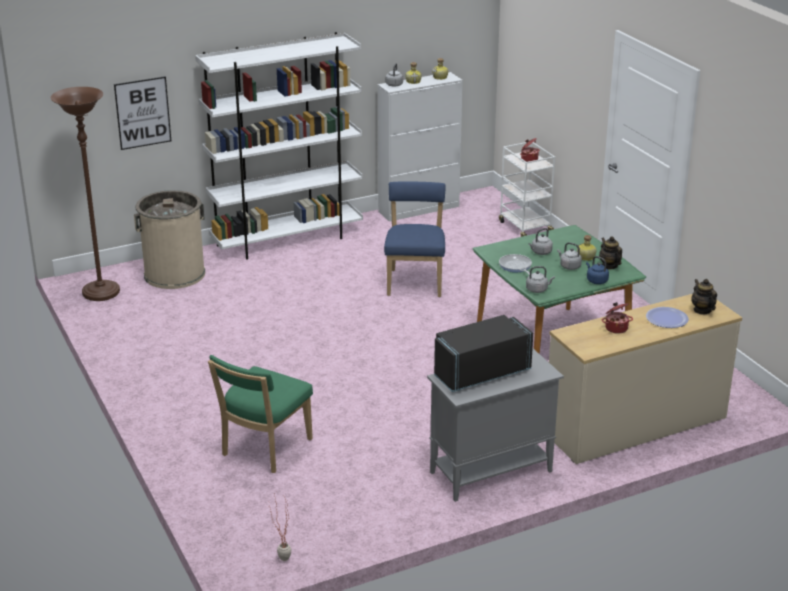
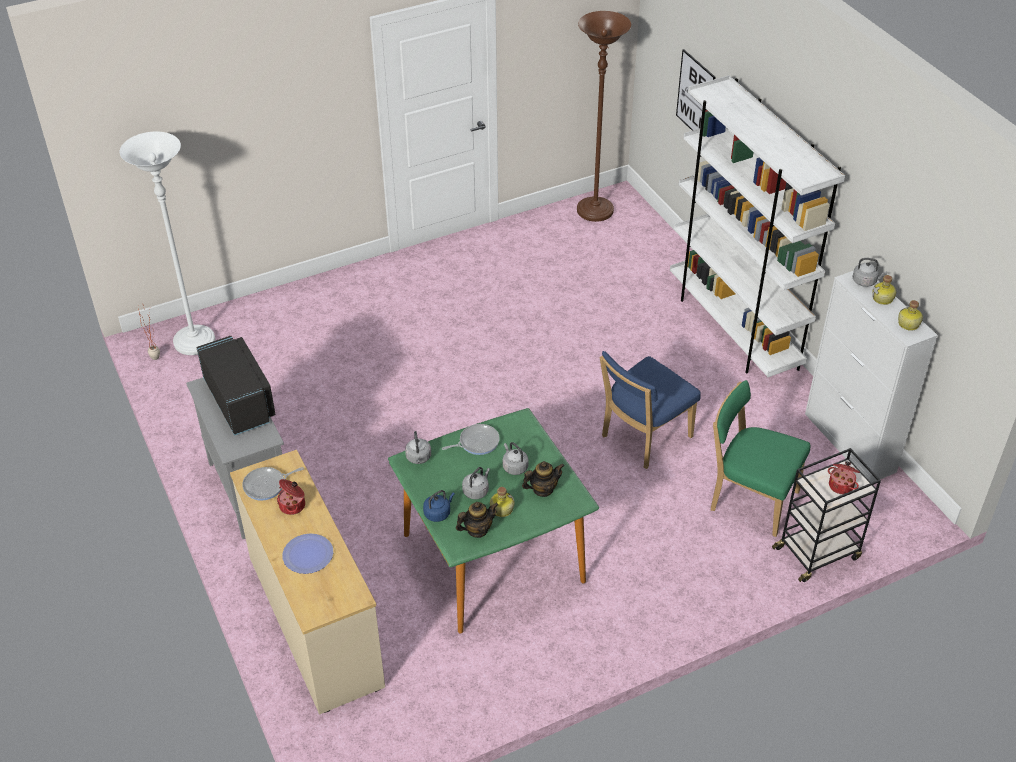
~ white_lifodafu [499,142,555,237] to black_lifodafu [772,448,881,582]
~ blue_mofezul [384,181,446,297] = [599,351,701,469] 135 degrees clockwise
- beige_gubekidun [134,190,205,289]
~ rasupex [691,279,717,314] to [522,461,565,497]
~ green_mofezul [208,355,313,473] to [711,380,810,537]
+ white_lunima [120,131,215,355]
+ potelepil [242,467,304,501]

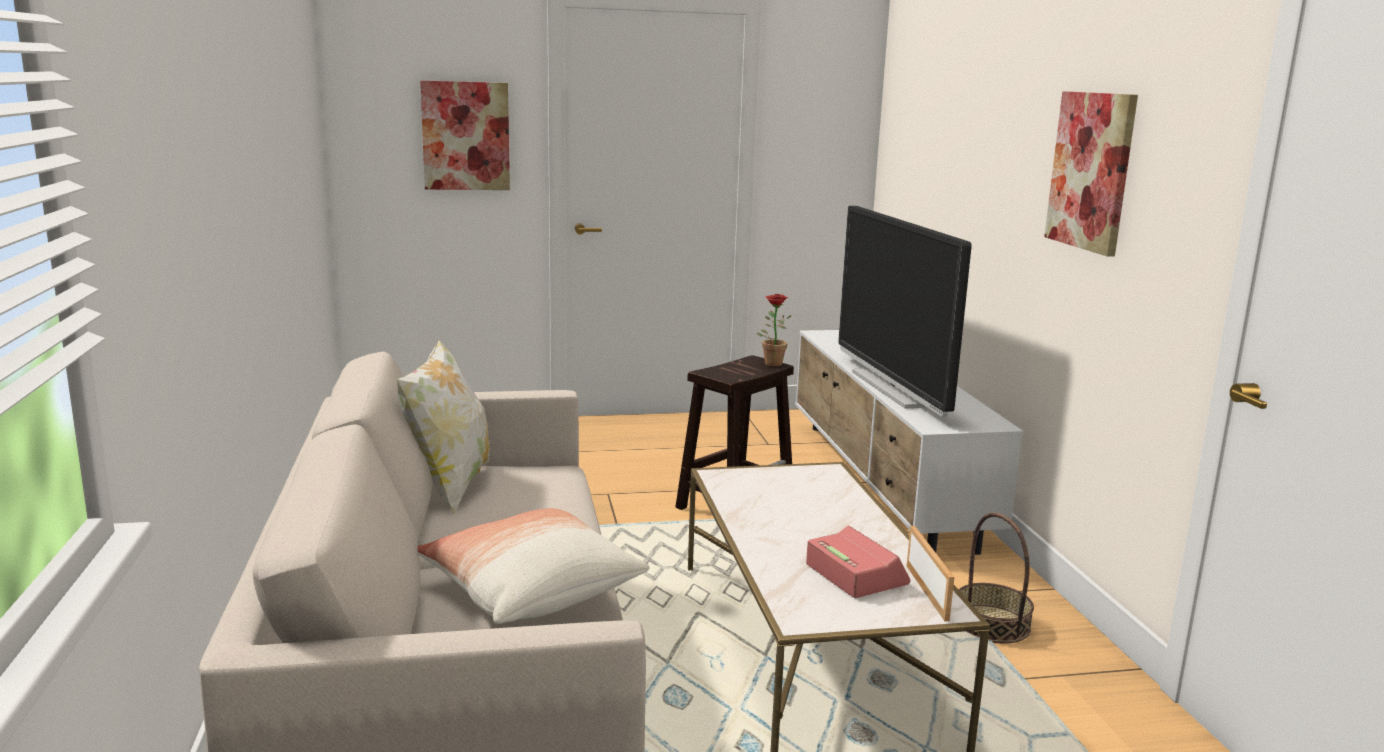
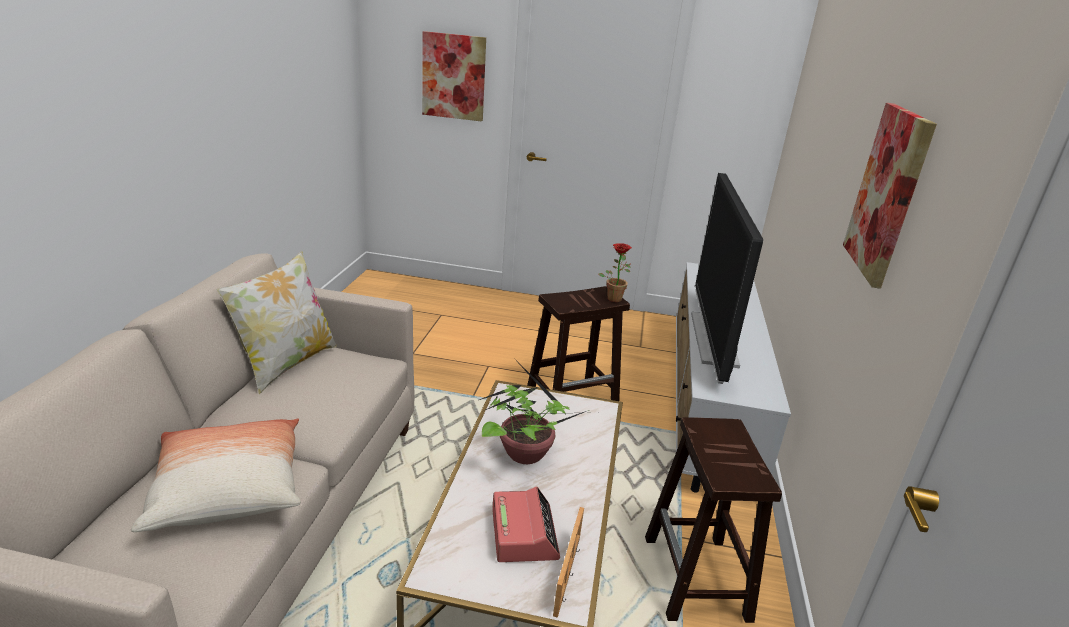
~ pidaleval [959,513,1034,643] to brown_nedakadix [645,417,782,623]
+ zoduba [479,361,595,464]

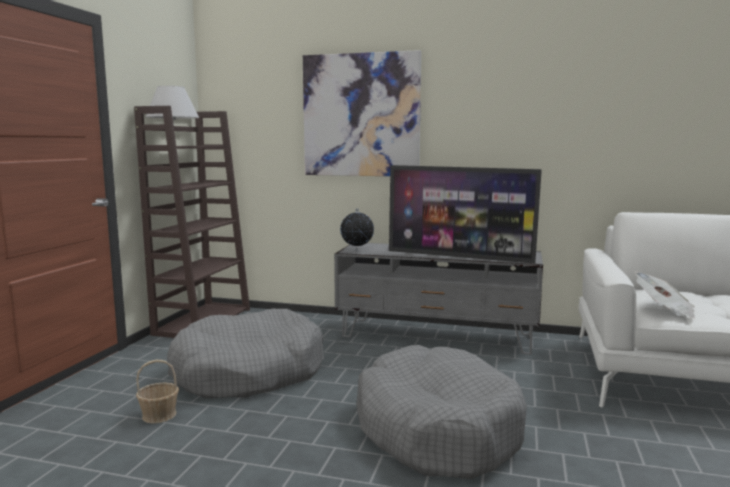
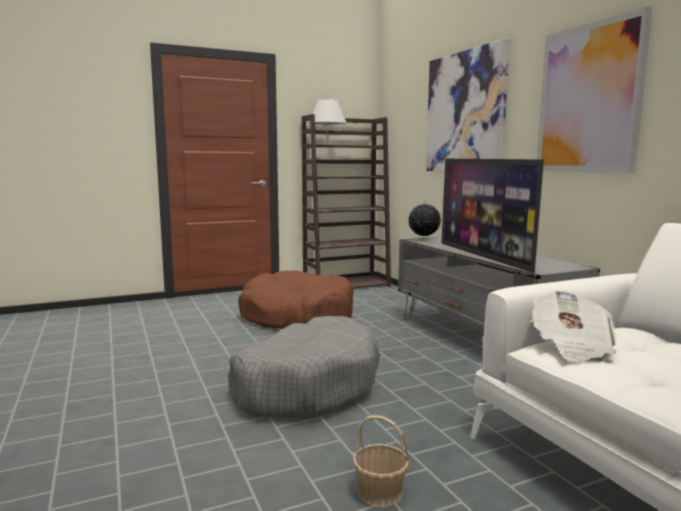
~ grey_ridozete [167,308,324,398] to brown_ridozete [238,270,354,329]
~ pidaleval [136,360,179,424] to [353,415,409,507]
+ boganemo [537,6,653,173]

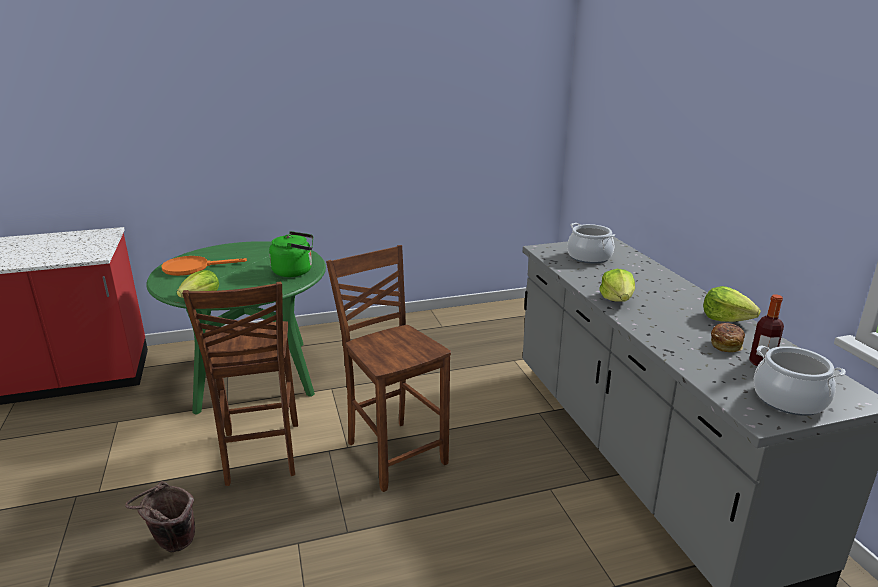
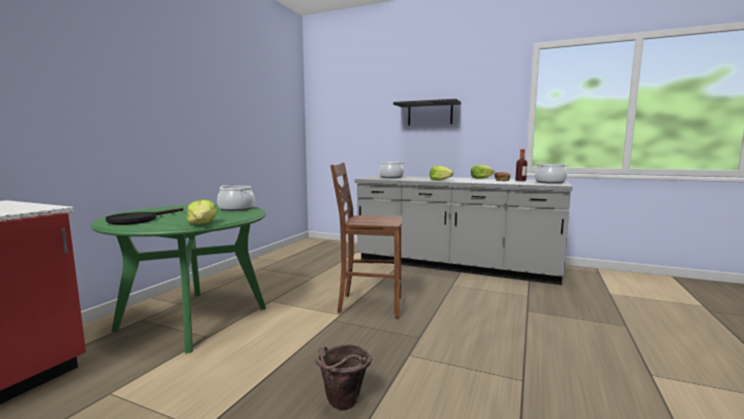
~ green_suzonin [269,231,313,277] to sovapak [217,185,255,211]
~ orange_potelepil [161,256,247,276] to black_potelepil [105,208,184,225]
- brown_mofezul [182,282,298,486]
+ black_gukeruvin [393,99,461,125]

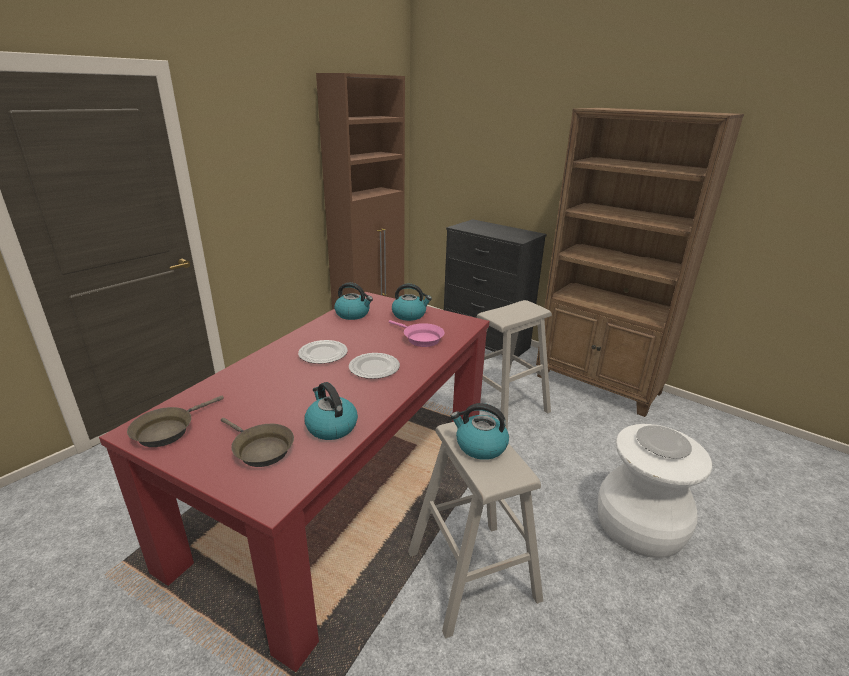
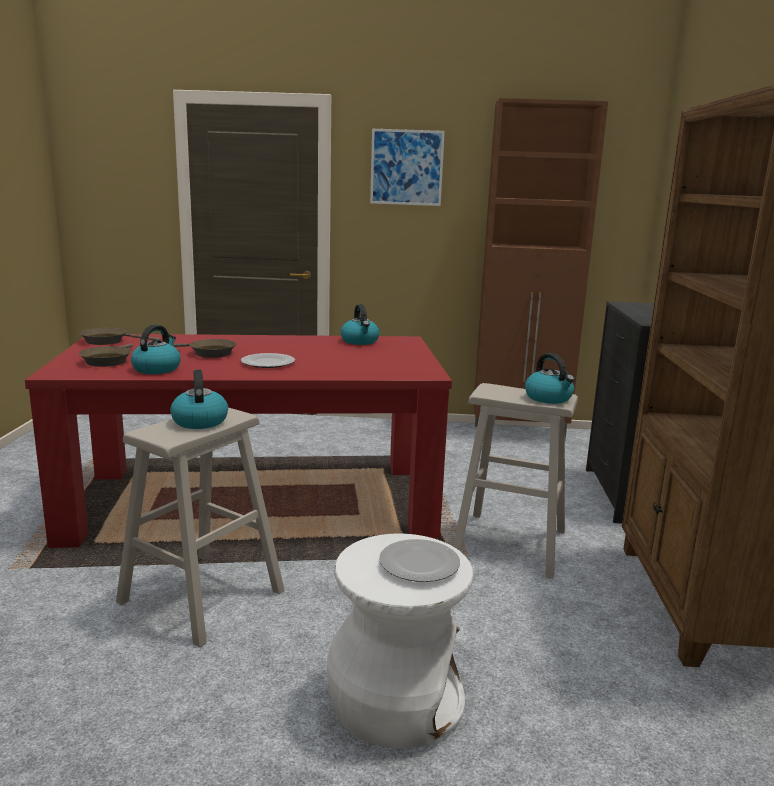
~ suzonin [392,284,432,321] to [525,353,574,404]
- pink_potelepil [389,320,445,347]
- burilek [298,340,348,364]
+ boganemo [370,129,445,206]
+ brown_potelepil [173,339,237,358]

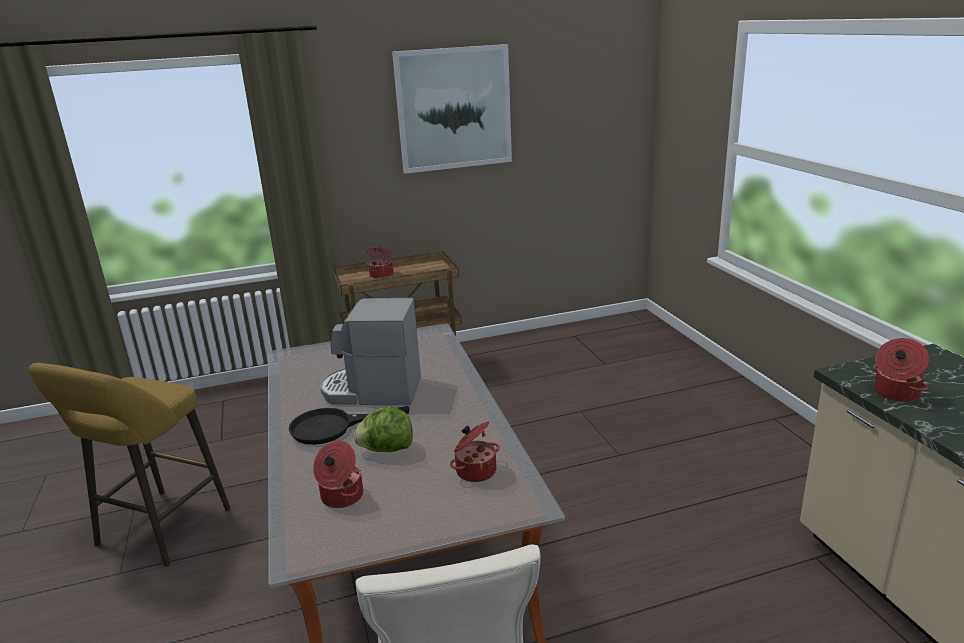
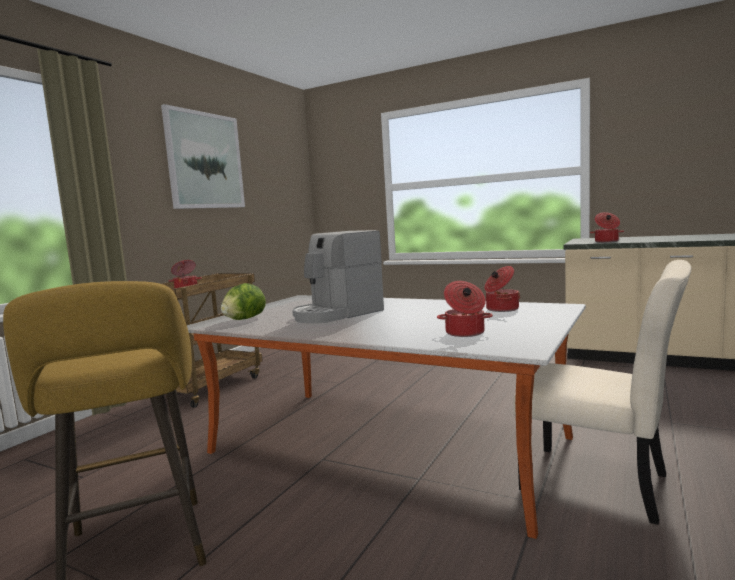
- black_potelepil [289,406,410,445]
~ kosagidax [354,407,413,452] to [221,283,266,320]

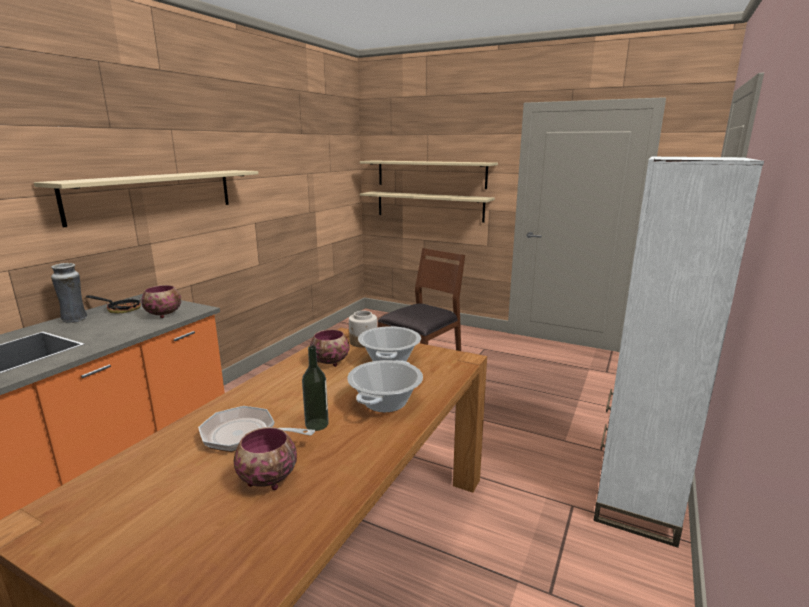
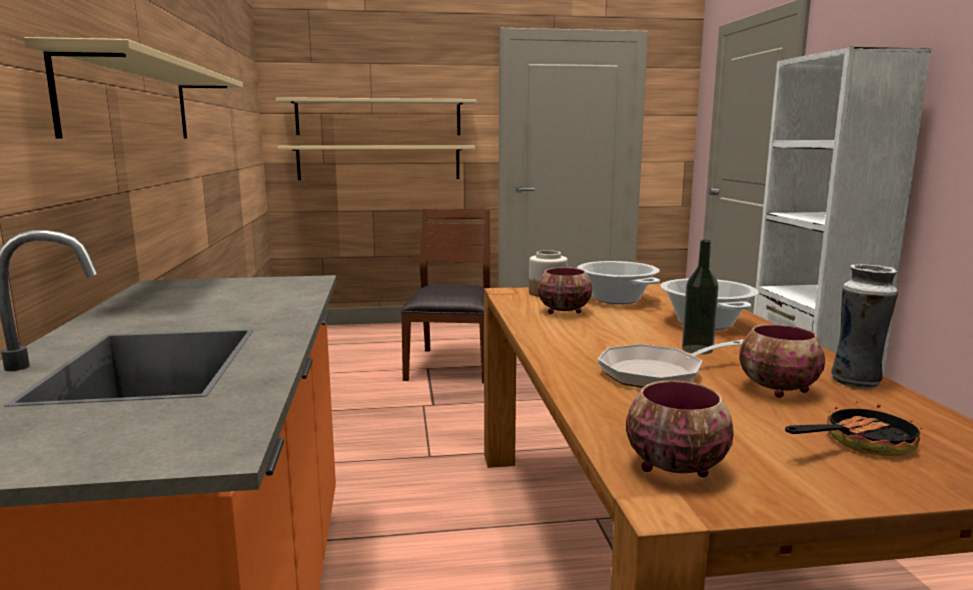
~ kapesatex [51,263,87,323] to [831,264,898,389]
~ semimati [141,285,182,318] to [626,380,734,477]
~ potelepil [86,295,141,314] to [785,395,922,456]

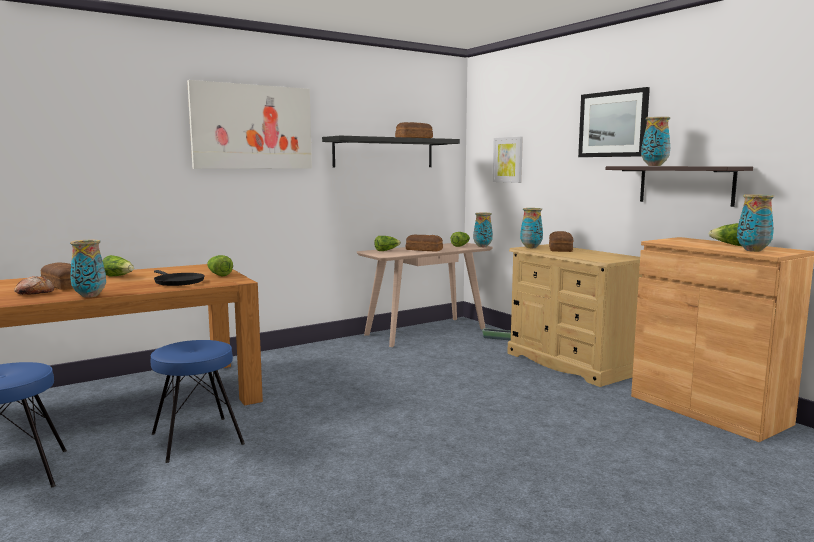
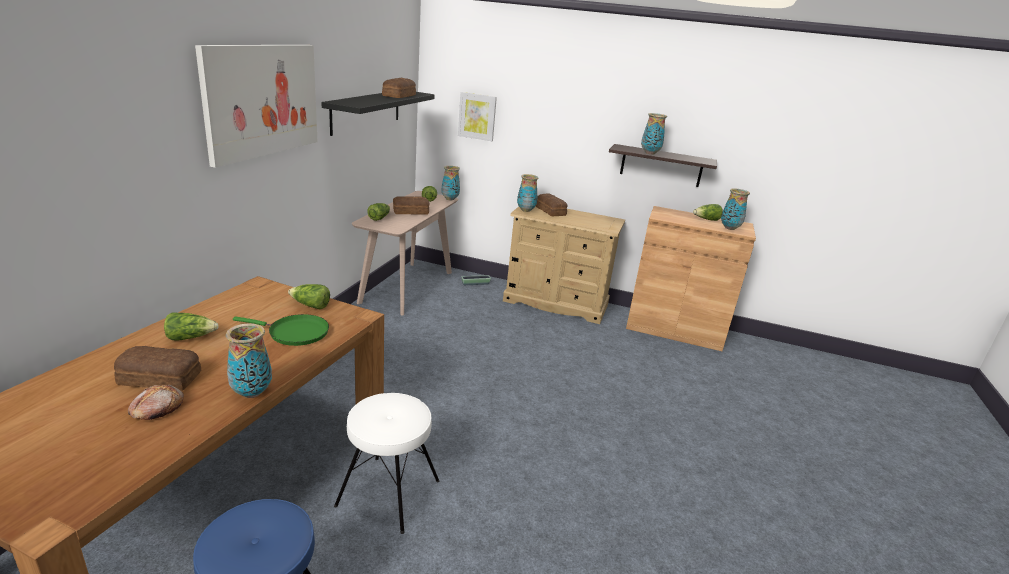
- boganemo [578,87,650,157]
~ black_potelepil [154,270,205,286] to green_potelepil [233,314,329,346]
~ blue_nedakadix [151,340,245,463] to white_nedakadix [334,393,439,534]

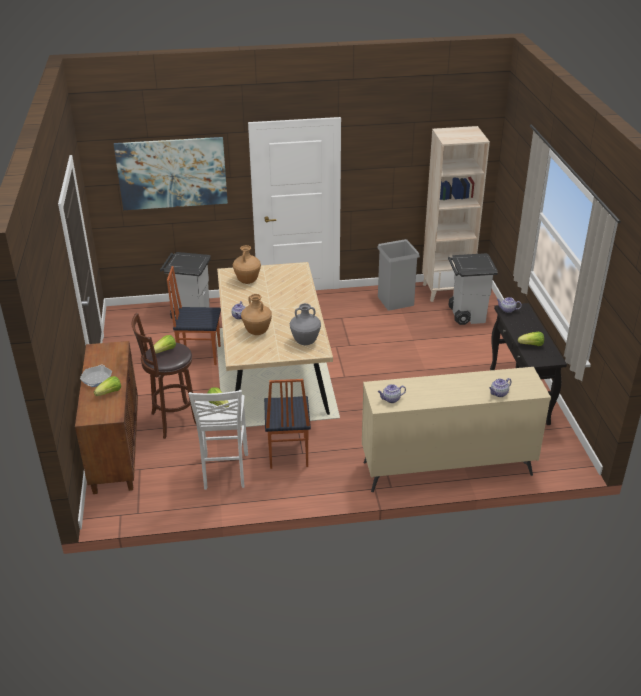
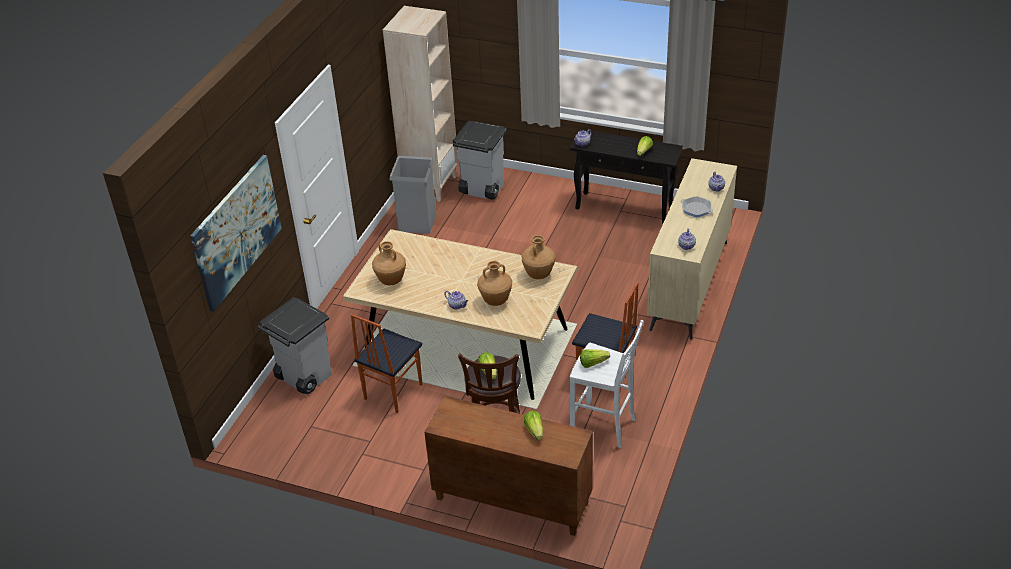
~ grey_kapesatex [290,303,321,345] to brown_kapesatex [522,235,555,279]
~ potelepil [80,365,112,387] to [681,196,713,218]

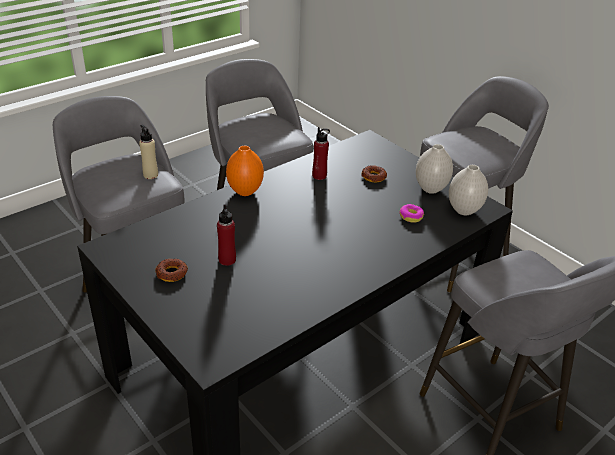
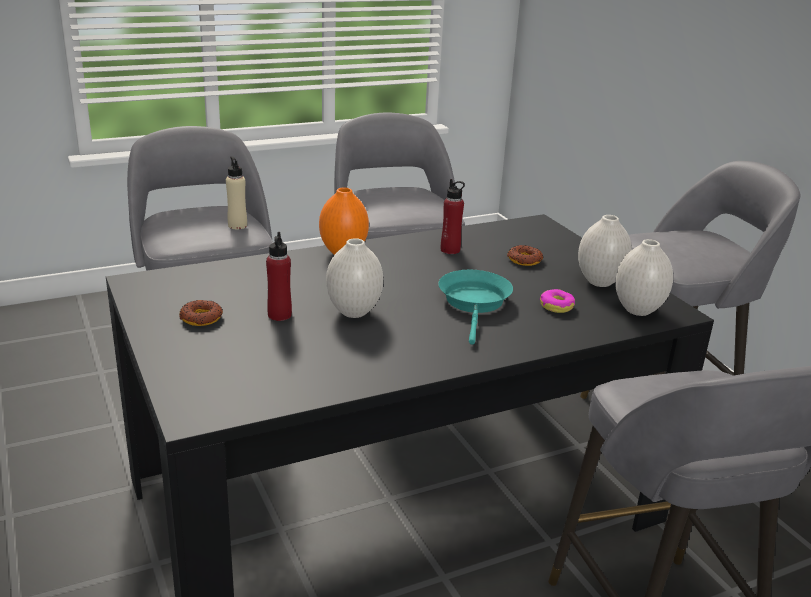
+ white_kapesatex [326,238,383,318]
+ turquoise_potelepil [438,270,513,345]

